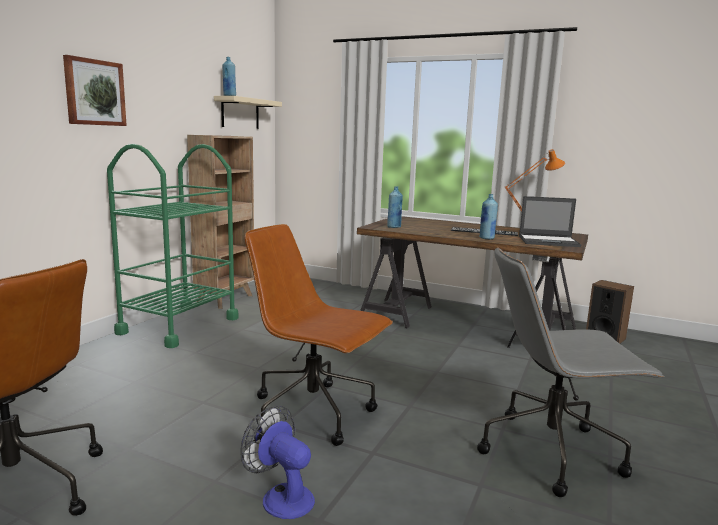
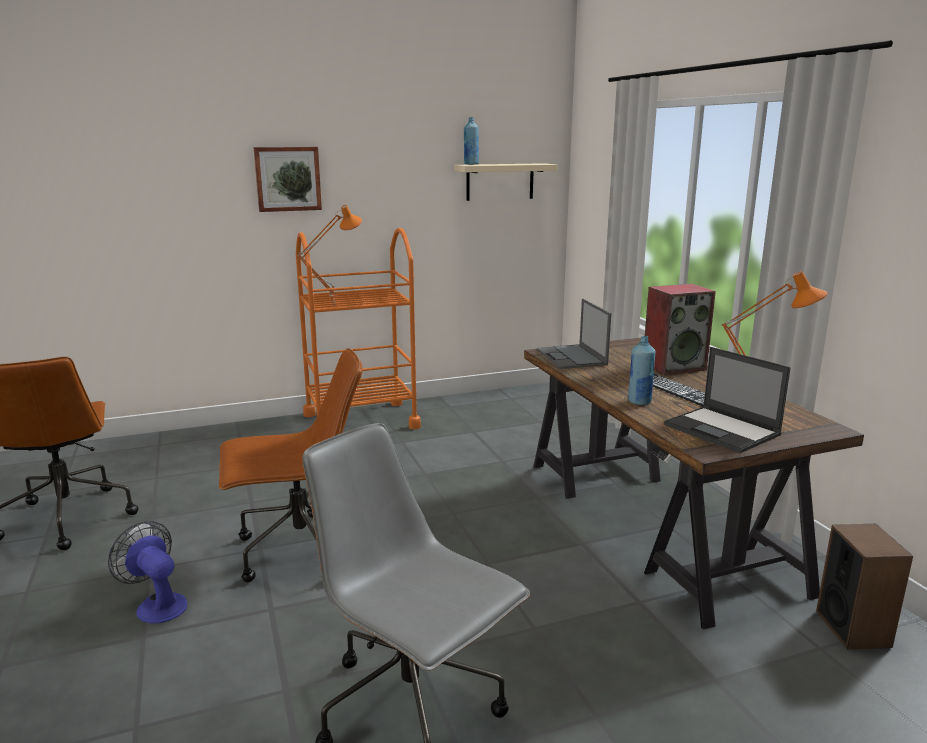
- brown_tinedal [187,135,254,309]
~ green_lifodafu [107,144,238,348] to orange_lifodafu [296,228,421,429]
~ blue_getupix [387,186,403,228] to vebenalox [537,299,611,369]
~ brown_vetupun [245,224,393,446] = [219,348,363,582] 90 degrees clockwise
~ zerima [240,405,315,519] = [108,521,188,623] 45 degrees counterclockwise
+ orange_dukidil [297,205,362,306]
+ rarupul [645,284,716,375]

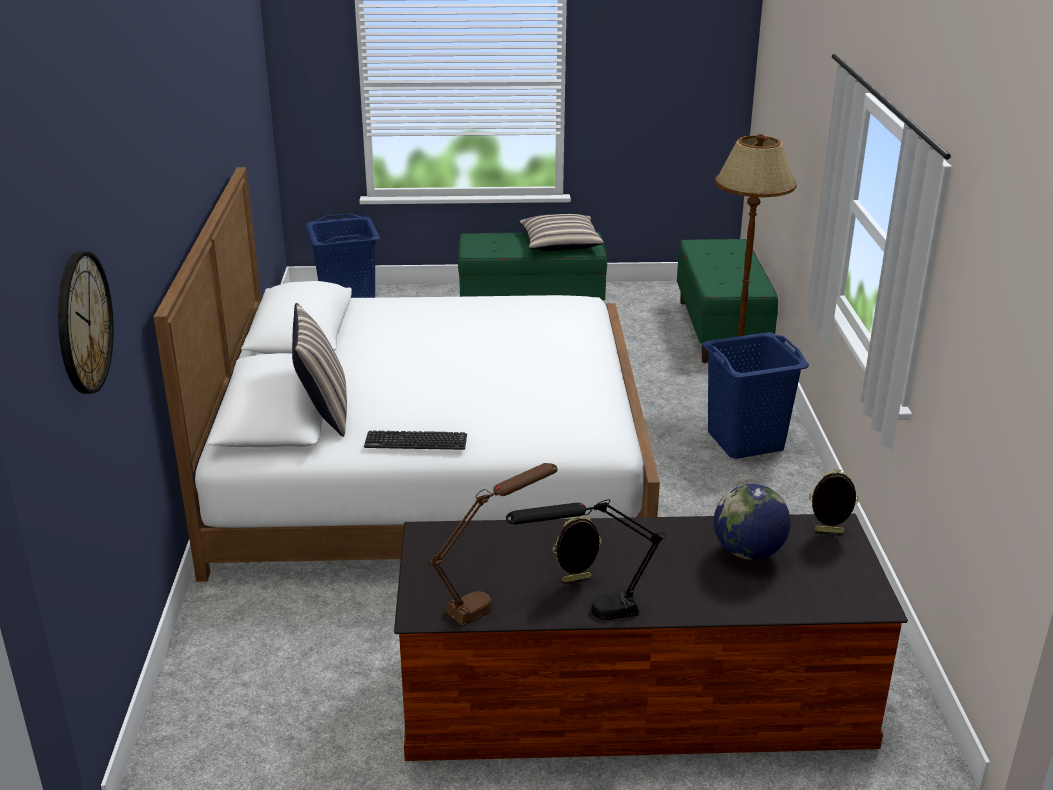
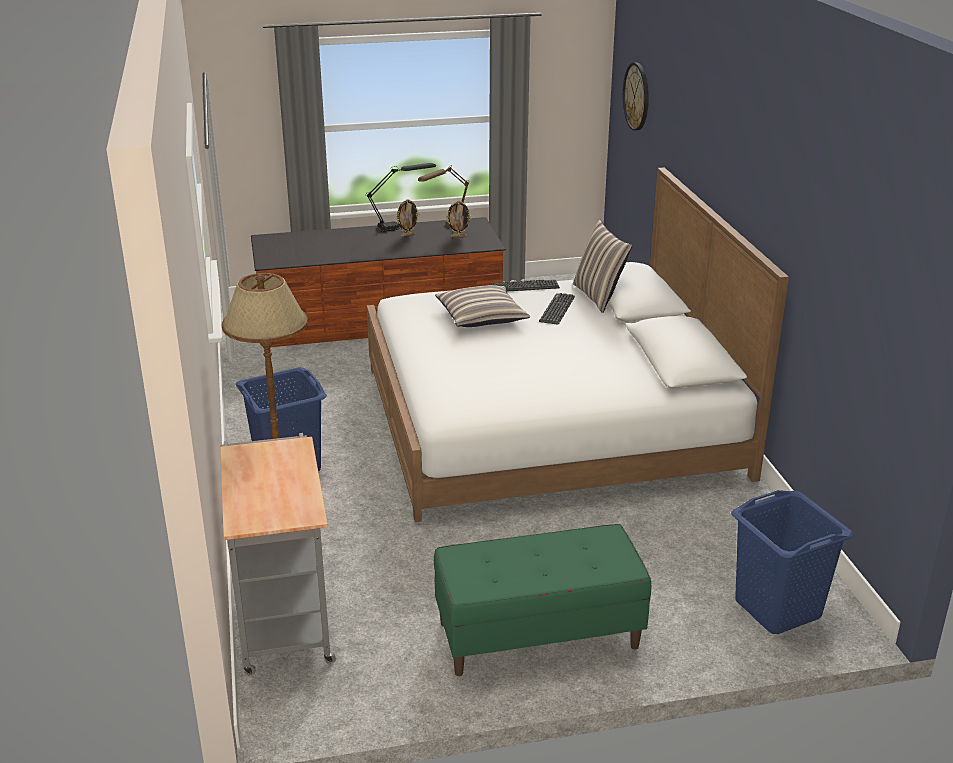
~ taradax [519,214,604,251] to [435,285,530,327]
~ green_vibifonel [677,239,778,363] to grey_lifodafu [220,433,336,675]
~ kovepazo [809,469,859,533] to [446,200,471,237]
- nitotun [714,484,791,560]
+ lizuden [539,293,575,325]

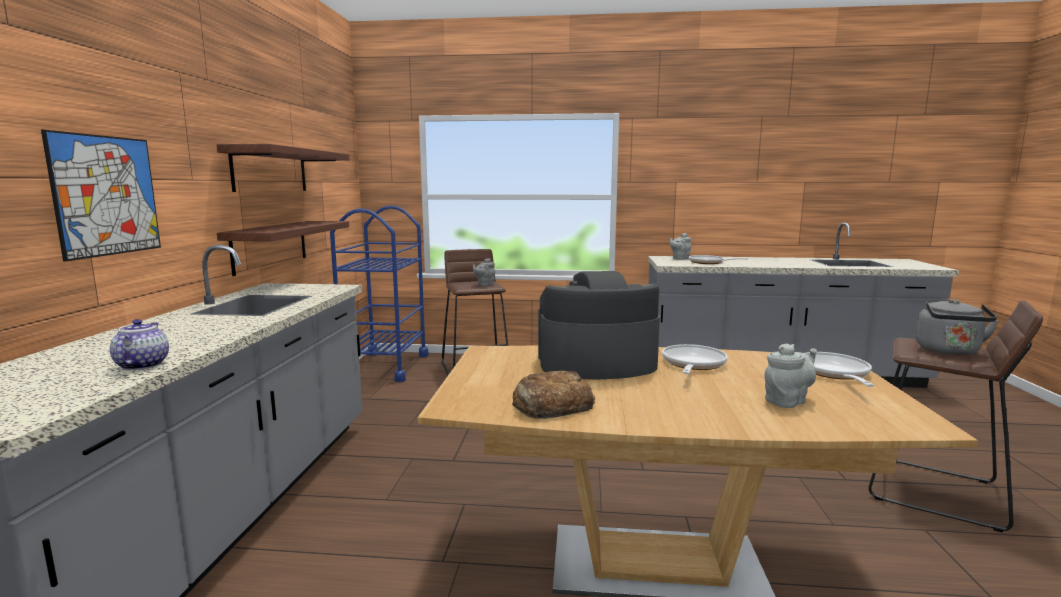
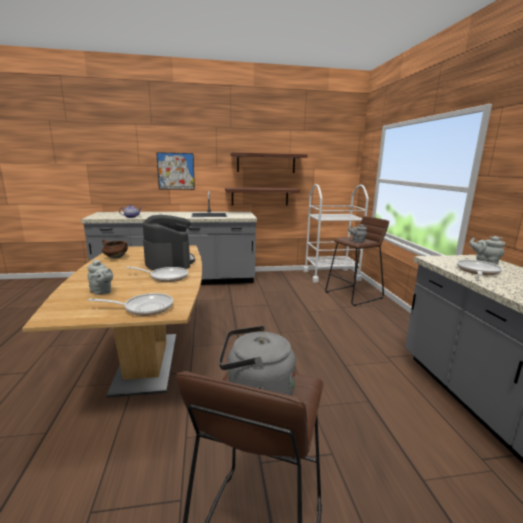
~ blue_lifodafu [330,205,429,382] to white_lifodafu [303,184,369,283]
~ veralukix [512,371,595,419] to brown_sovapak [102,239,128,259]

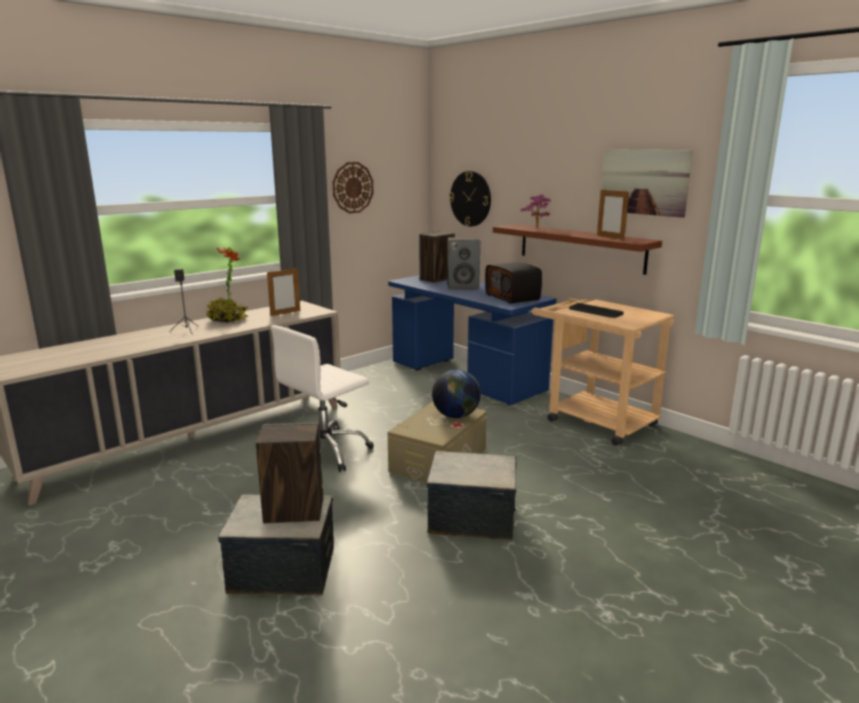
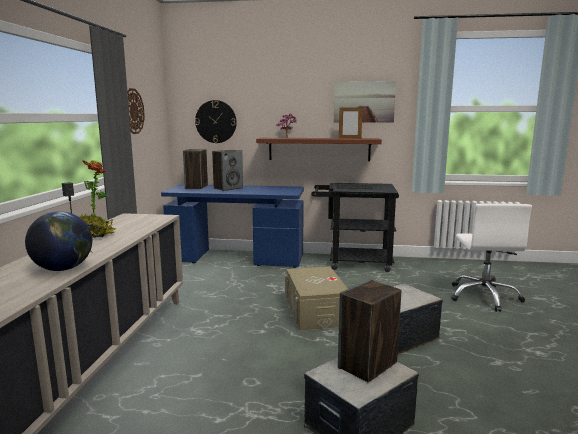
- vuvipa [485,262,542,303]
- kovepazo [267,267,300,316]
~ beige_lifodafu [532,299,675,446] to black_lifodafu [311,183,399,272]
~ white_vetupun [271,325,374,472] to [451,203,532,312]
~ nitotun [432,370,481,418] to [25,211,92,271]

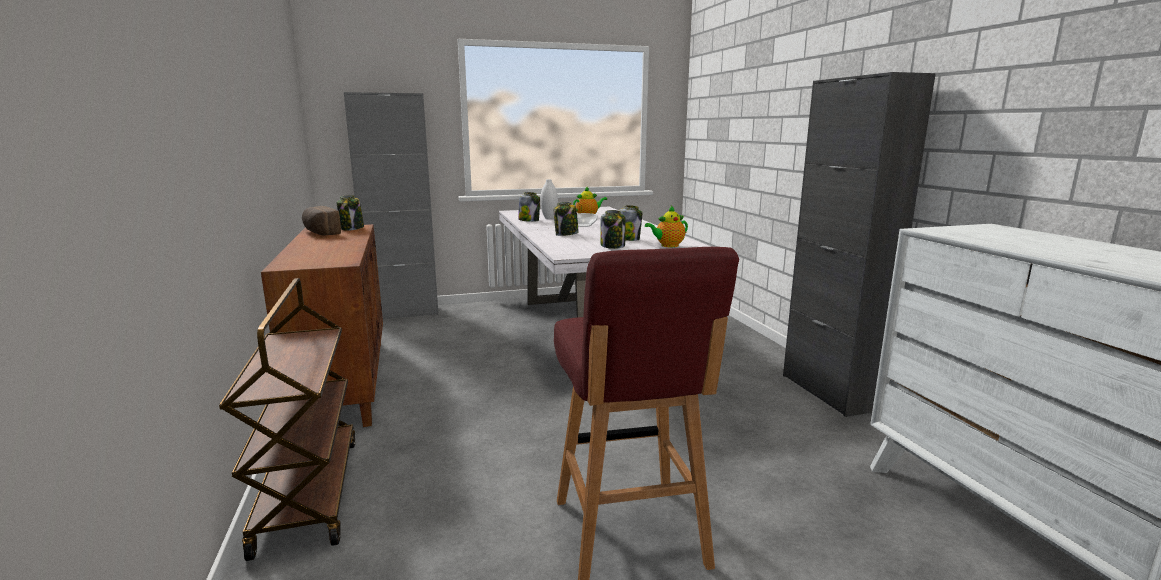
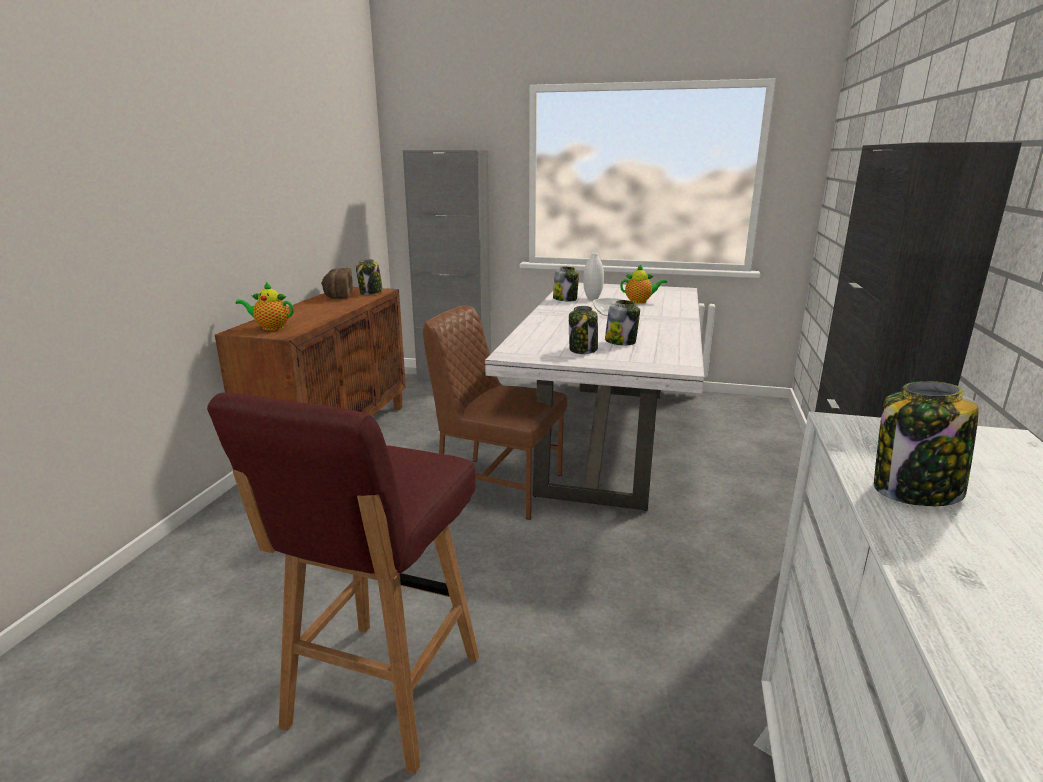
~ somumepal [554,202,579,236] to [874,381,979,506]
~ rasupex [645,206,688,247] to [236,282,294,331]
- brown_lifodafu [219,278,356,561]
+ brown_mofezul [423,305,568,520]

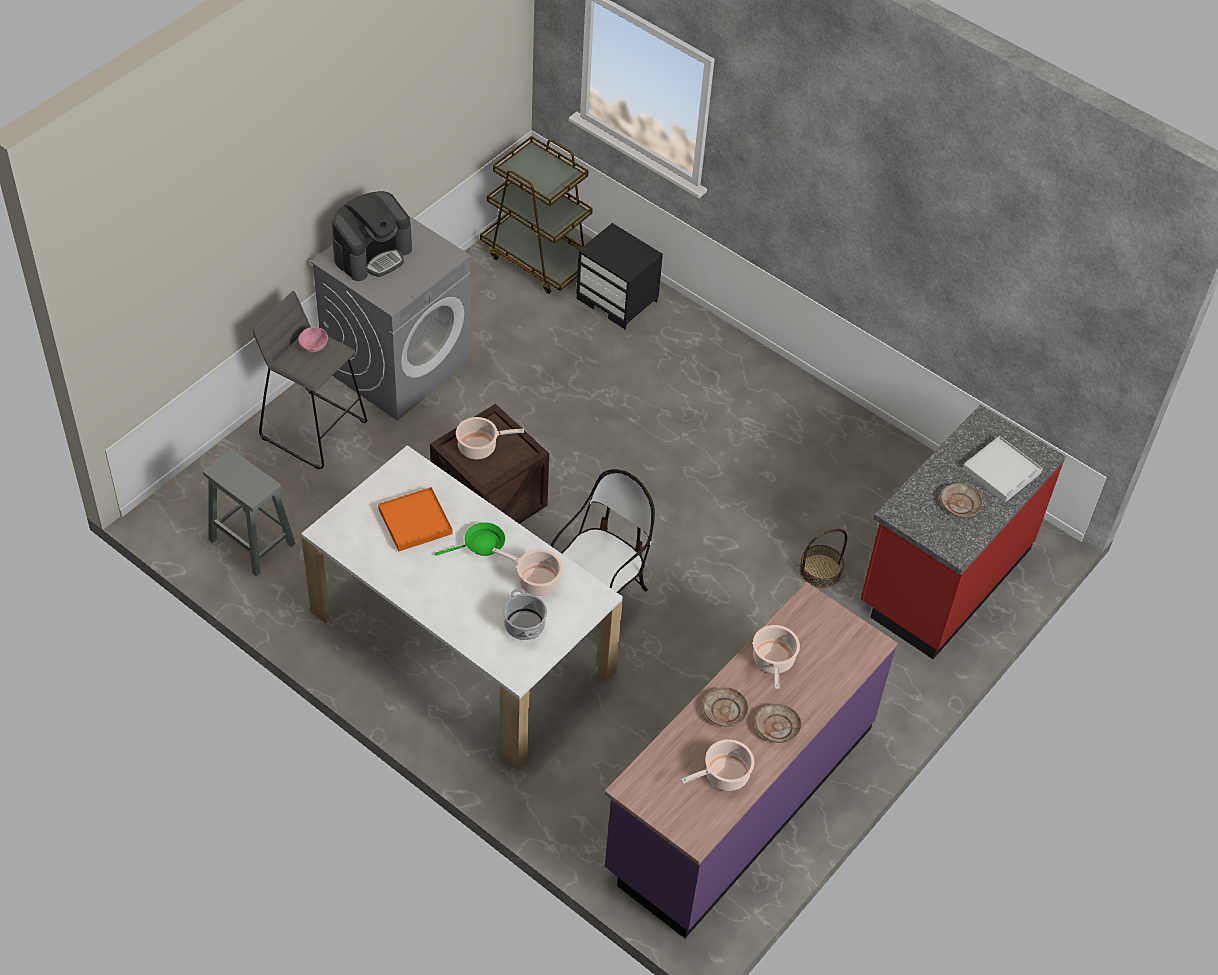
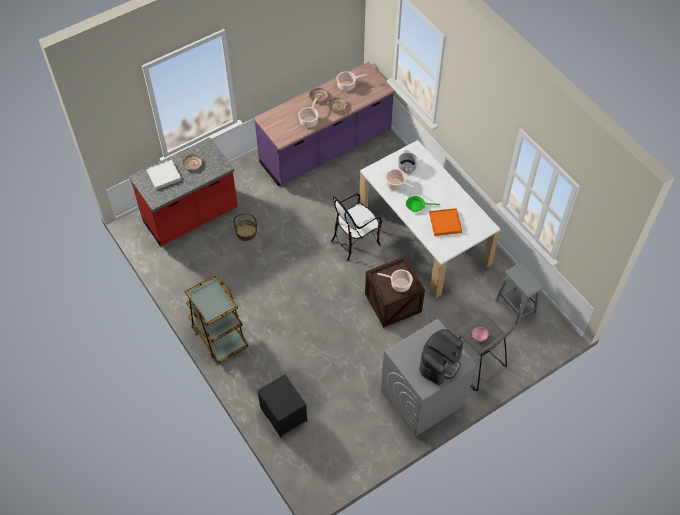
~ brown_lifodafu [480,136,593,294] to [185,275,248,363]
~ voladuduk [332,191,412,281] = [419,329,463,385] 150 degrees clockwise

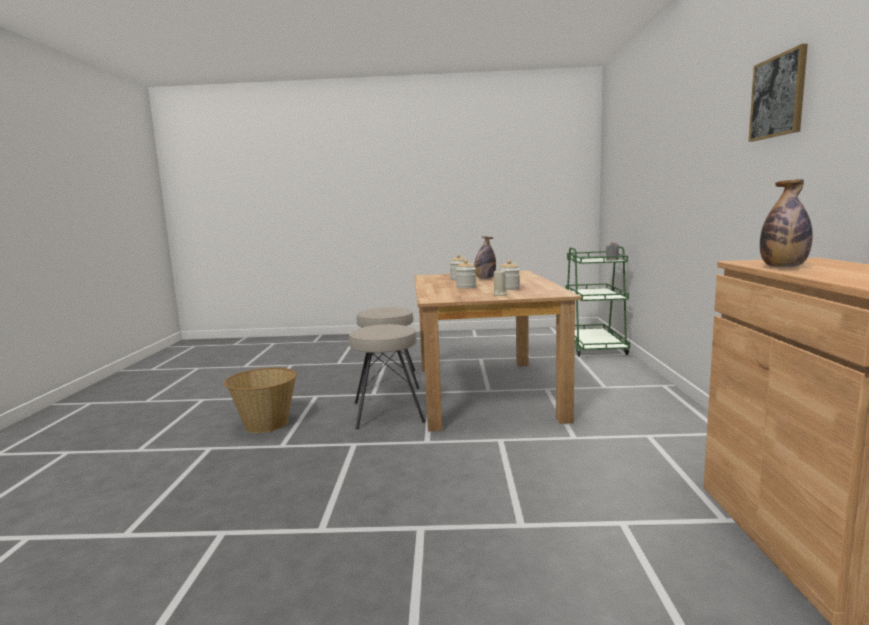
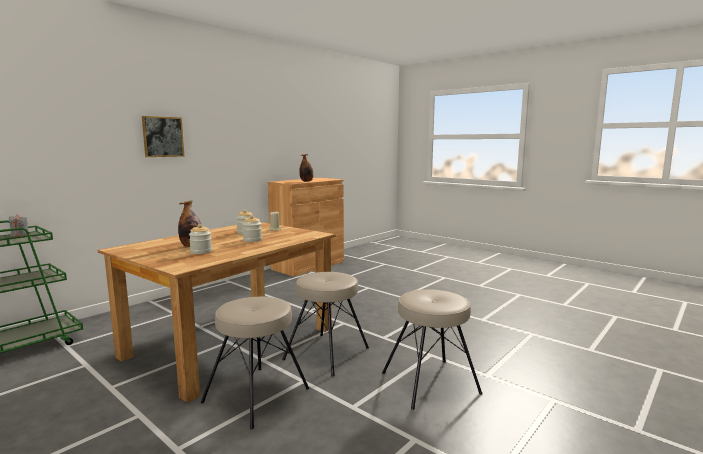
~ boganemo [748,44,808,142] to [142,116,184,157]
~ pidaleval [224,368,297,433] to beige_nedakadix [382,289,482,410]

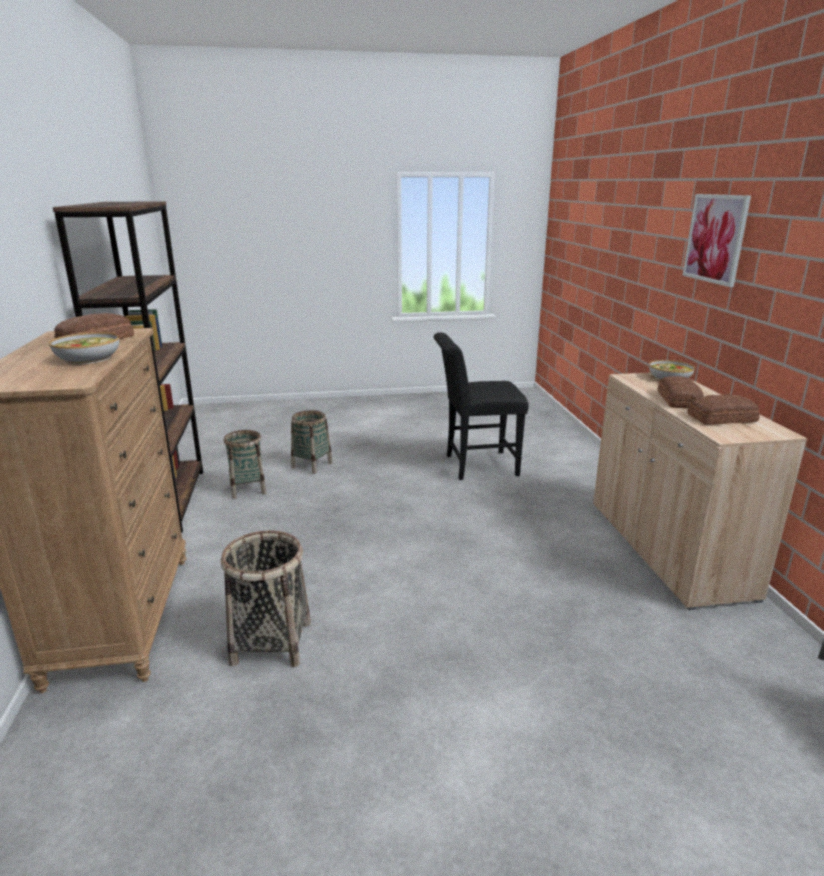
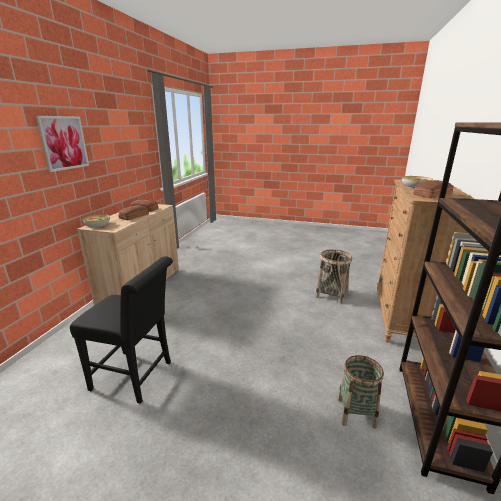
- pidaleval [291,410,332,474]

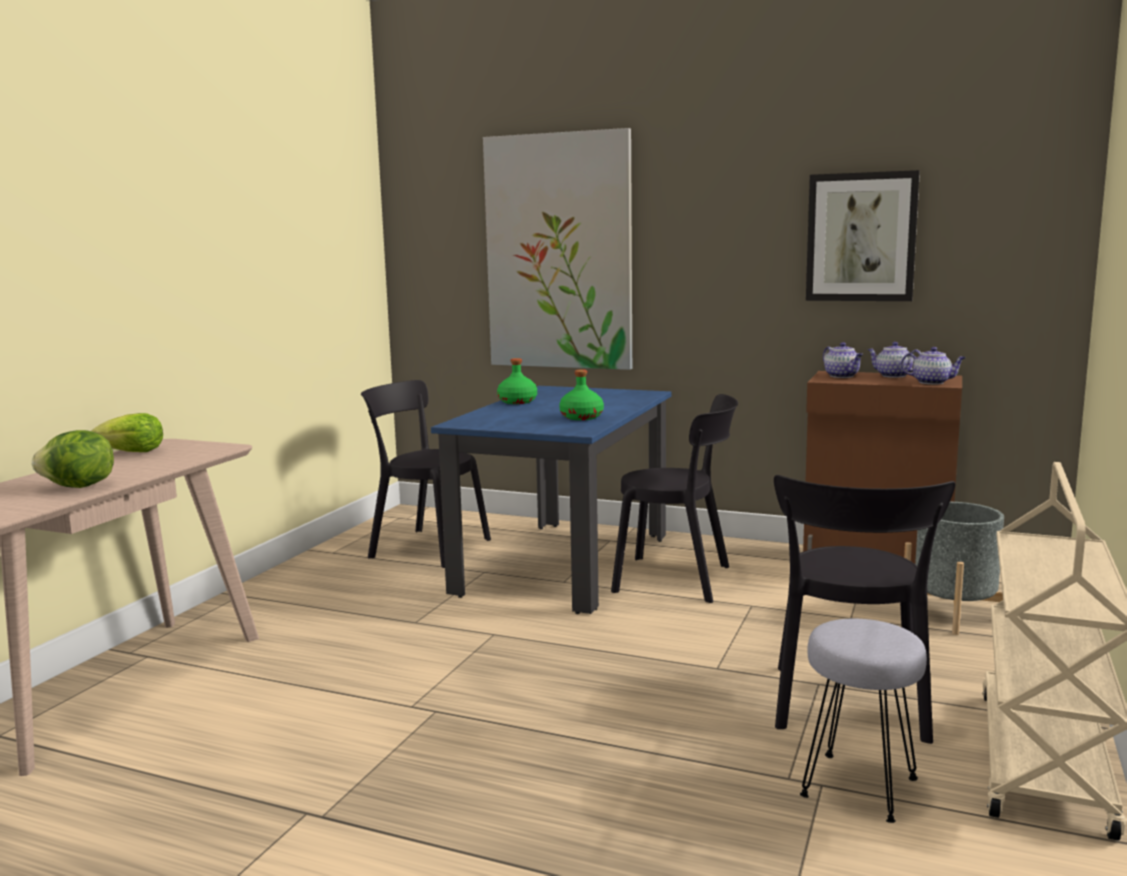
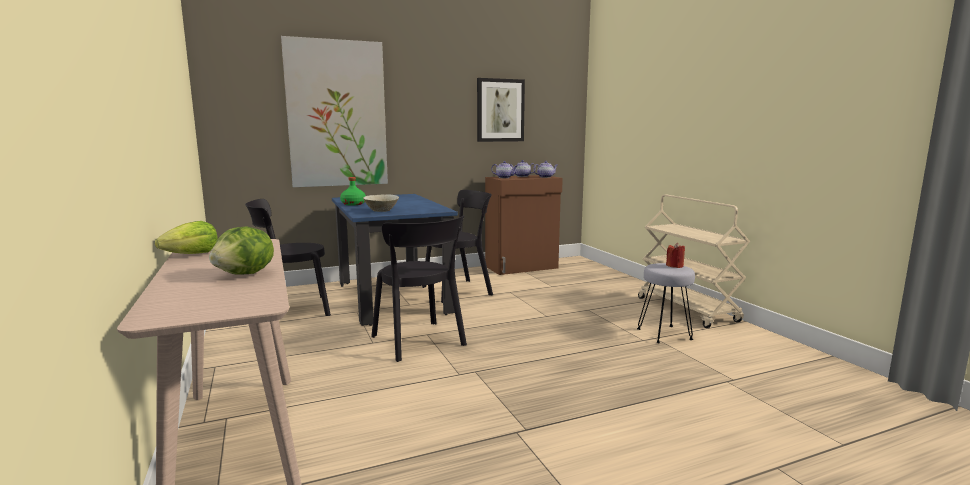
- green_getupix [559,369,604,420]
~ black_mofezul [774,475,956,744] to [371,215,467,362]
- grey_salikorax [904,502,1004,635]
+ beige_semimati [363,194,399,212]
+ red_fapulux [666,243,685,268]

